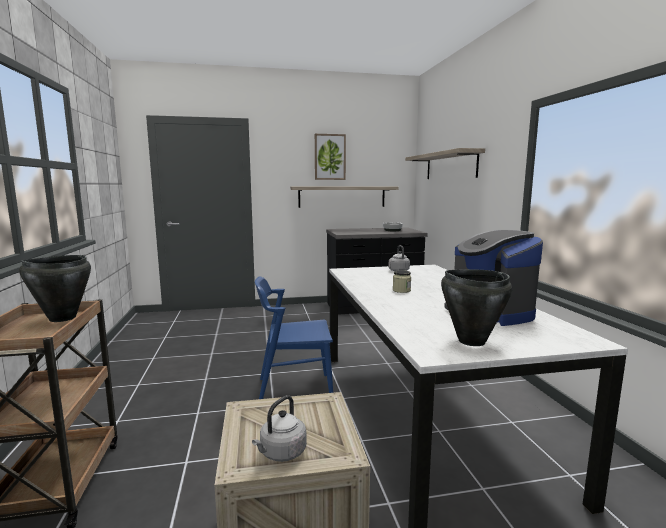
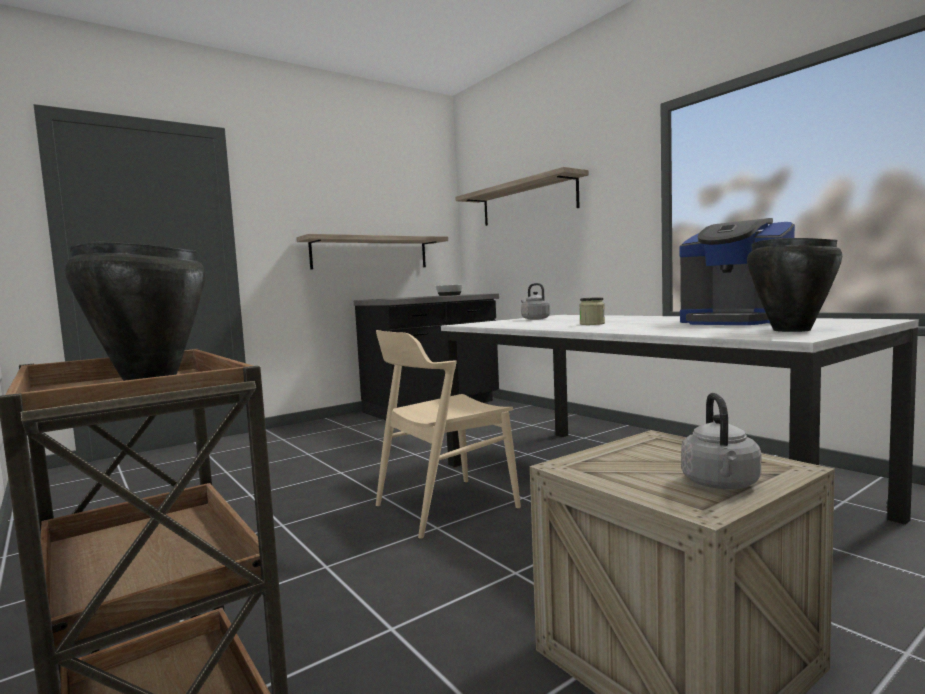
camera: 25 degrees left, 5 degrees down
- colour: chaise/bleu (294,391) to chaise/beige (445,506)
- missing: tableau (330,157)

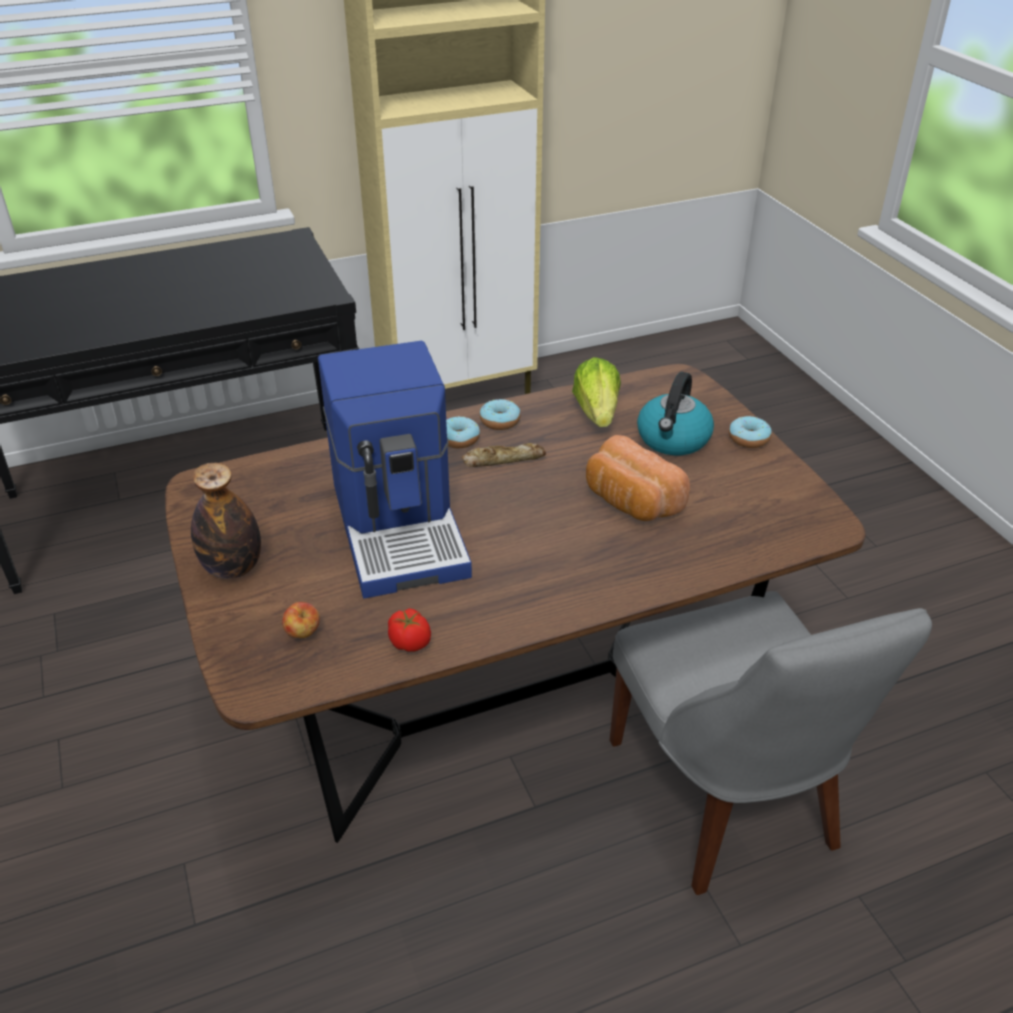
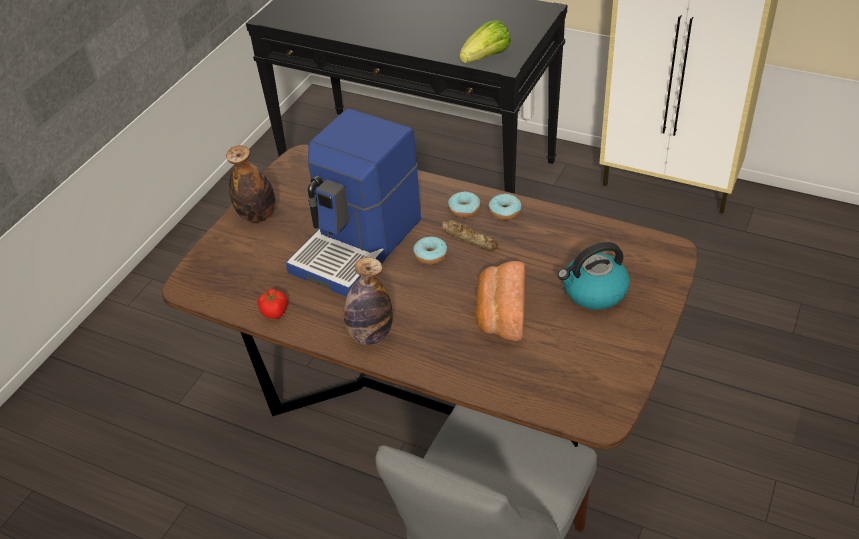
camera: 50 degrees right, 5 degrees up
- appeared: bouteille (370,335)
- relocated: beignet (748,439) to (430,255)
- relocated: laitue (597,412) to (486,57)
- missing: pomme (303,633)

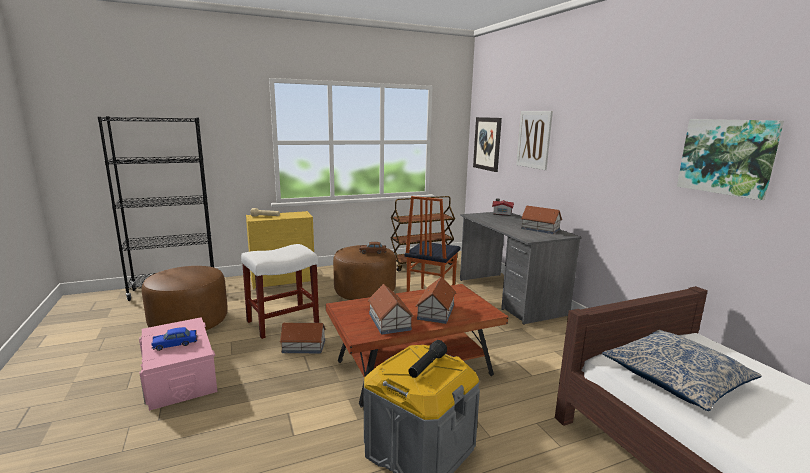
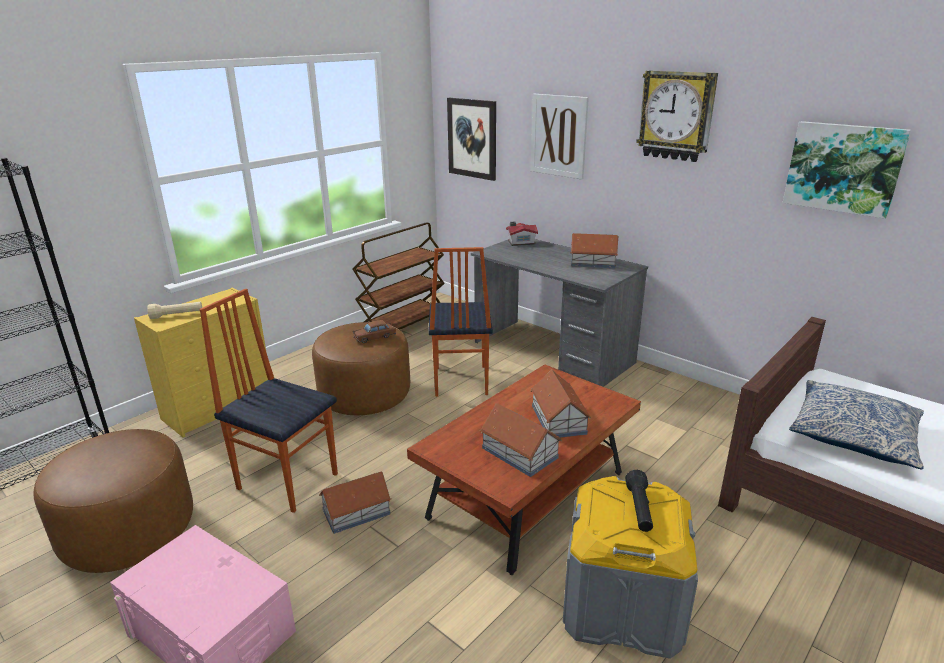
camera: 25 degrees left, 10 degrees up
- exchanged: tabouret/blanc (283,321) to chaise (288,480)
- appeared: horloge murale (676,116)
- missing: petite voiture/bleu (175,344)

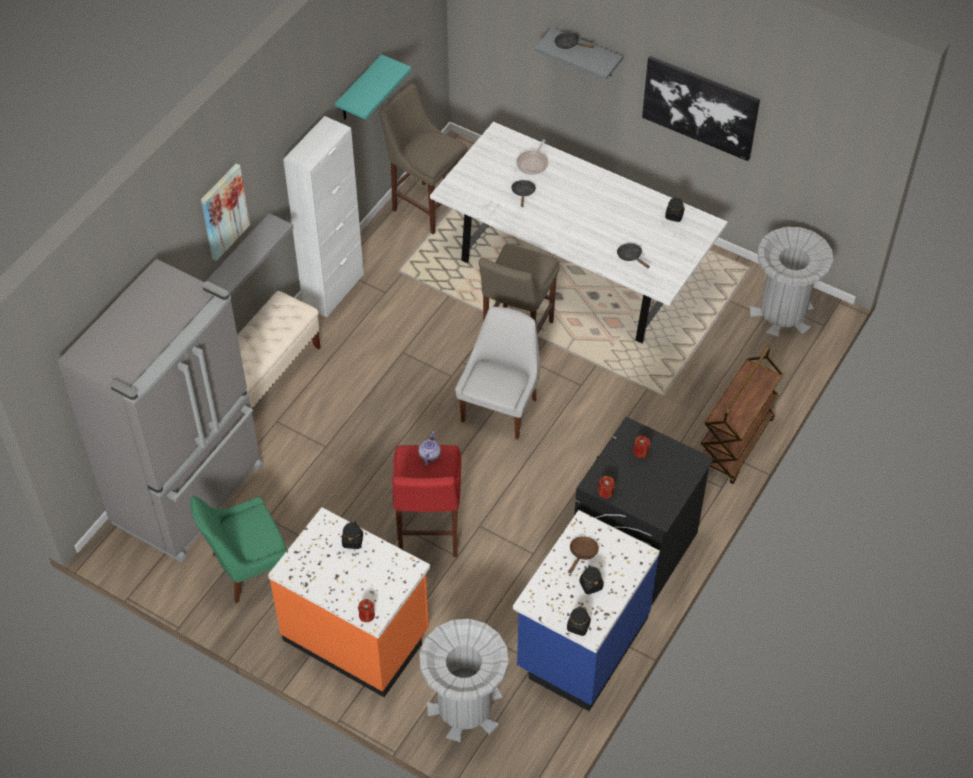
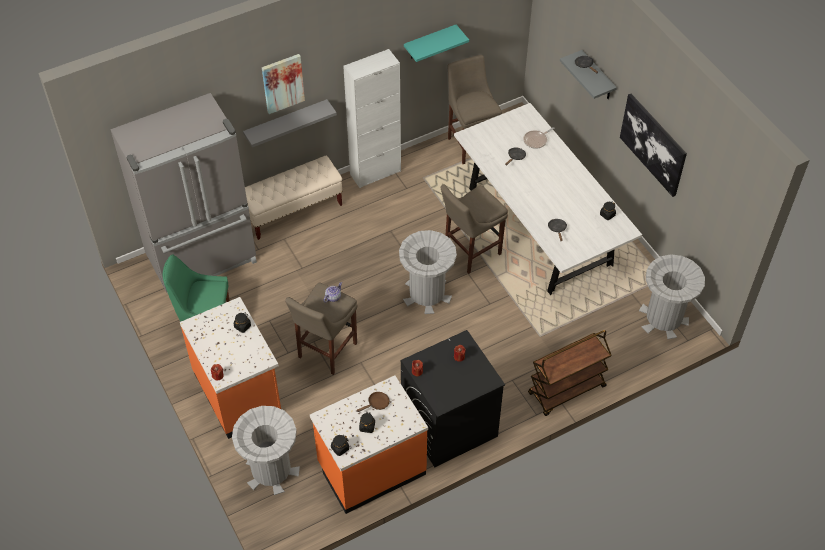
camera: 30 degrees right, 0 degrees up
- colour: tabouret/rouge (428,534) to tabouret/beige (325,352)
- colour: comptoir de cuisine/bleu (581,643) to comptoir de cuisine/orange (371,468)
- exchanged: chaise/blanc (500,408) to poubelle/gris (427,294)

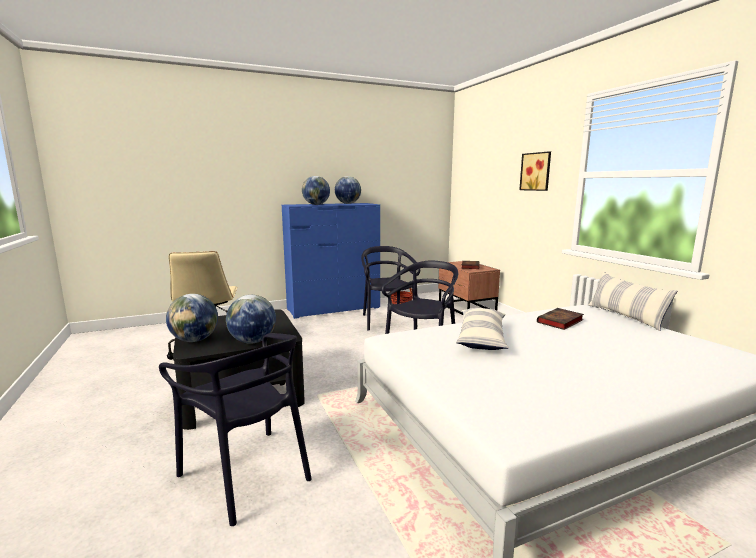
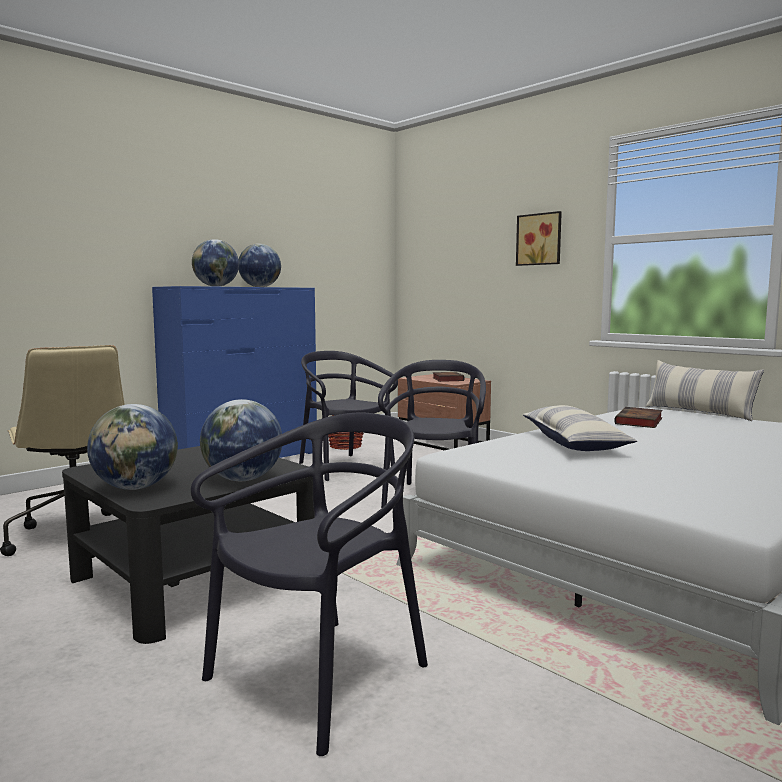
camera: 20 degrees left, 5 degrees down
- spun: chaise/noir (247,474) = (320,678) 75 degrees counterclockwise

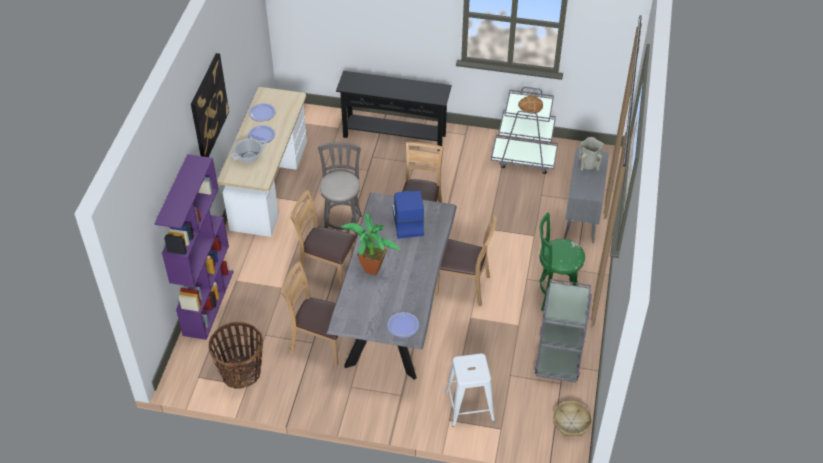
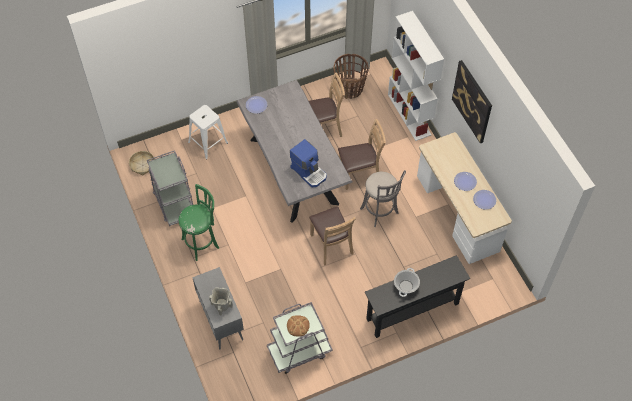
camera: 145 degrees right, 10 degrees up
- colour: bibliothèque/violet (208,302) to bibliothèque/blanc (409,115)
- relocated: marmite (249,157) to (406,286)
- missing: plante en pot (370,267)
- missing: chaise/marron (463,286)

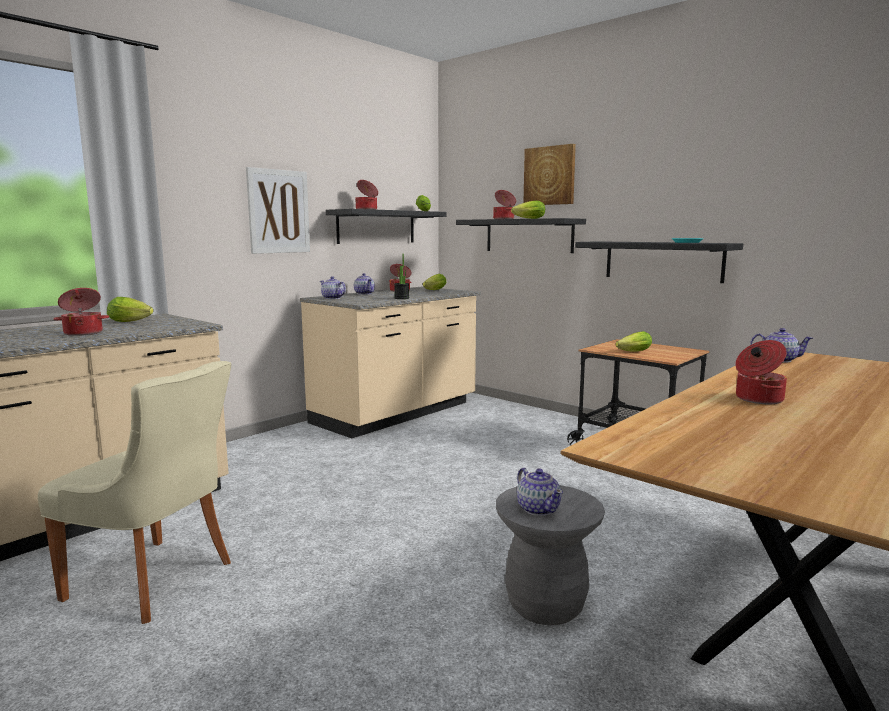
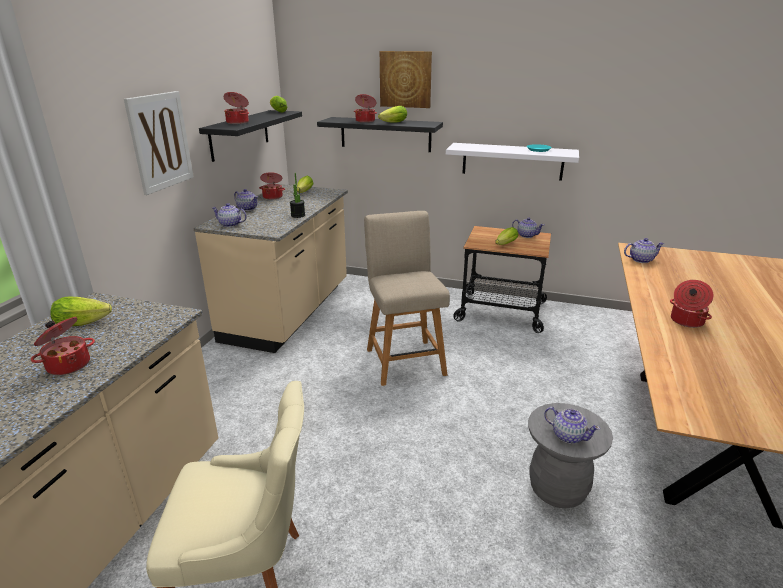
camera: 25 degrees left, 15 degrees up
- appeared: chaise/beige (404,359)
- colour: étagère/noir (663,261) to étagère/blanc (512,161)
- appeared: théière (526,235)

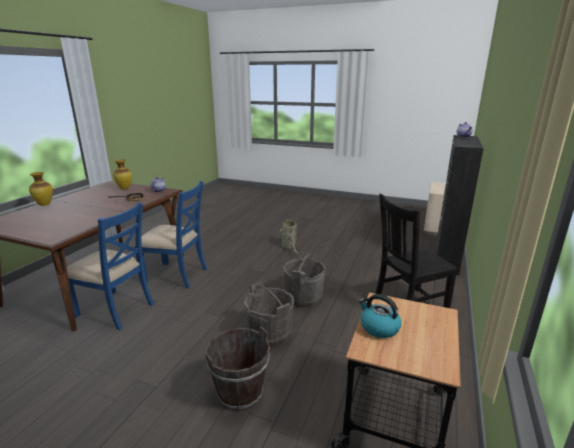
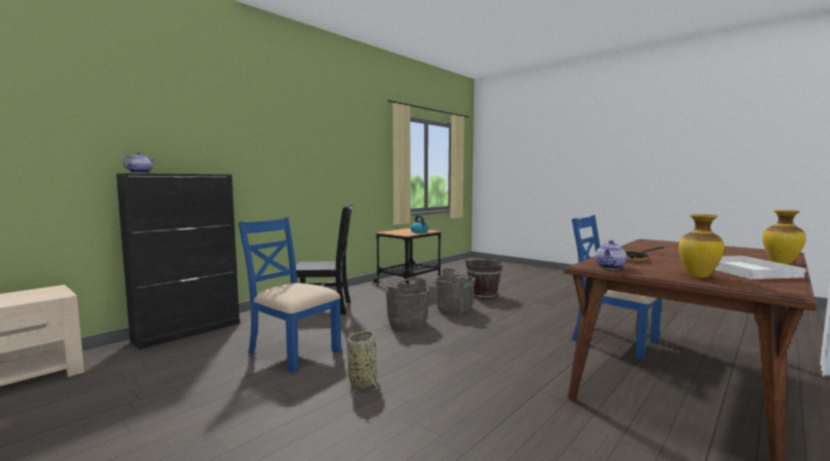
camera: 160 degrees left, 15 degrees down
- relocated: chaise/bleu (176,275) to (293,351)
- appeared: plateau/blanc (744,271)

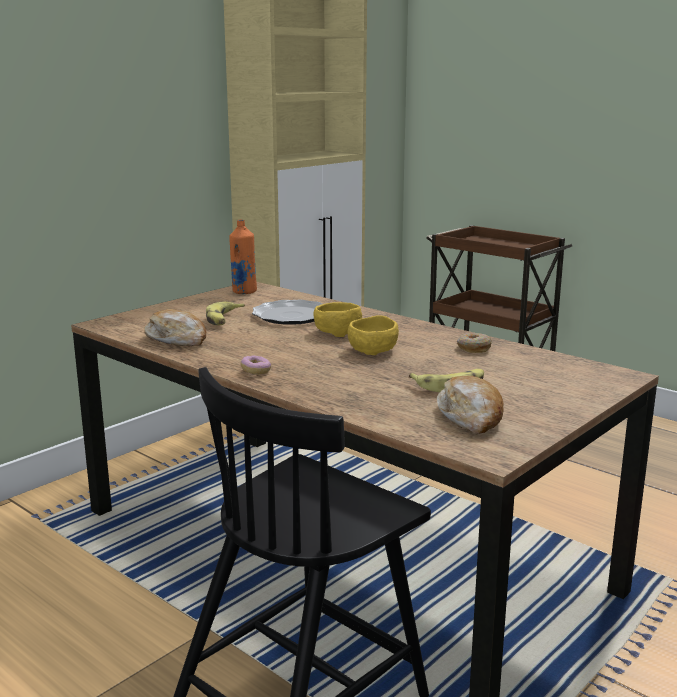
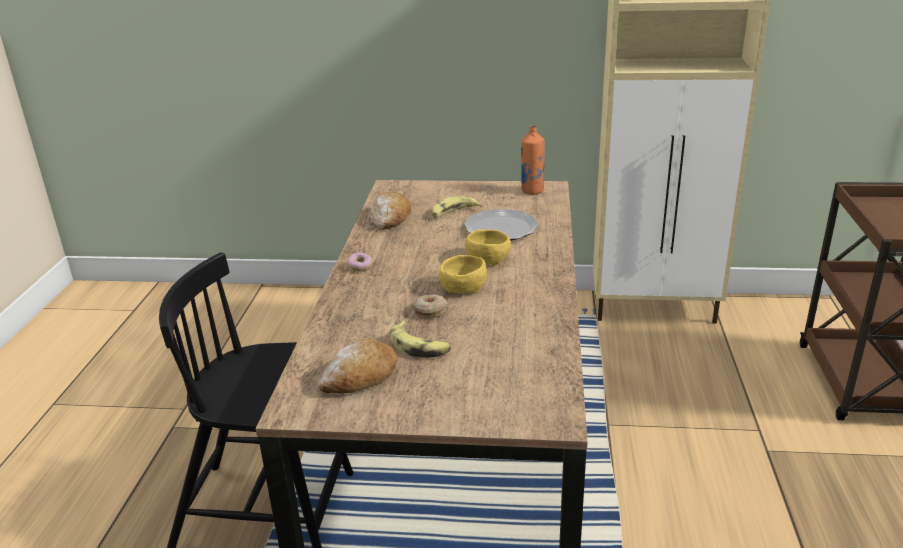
camera: 55 degrees right, 10 degrees up
- relocated: beignet (473,348) to (430,311)

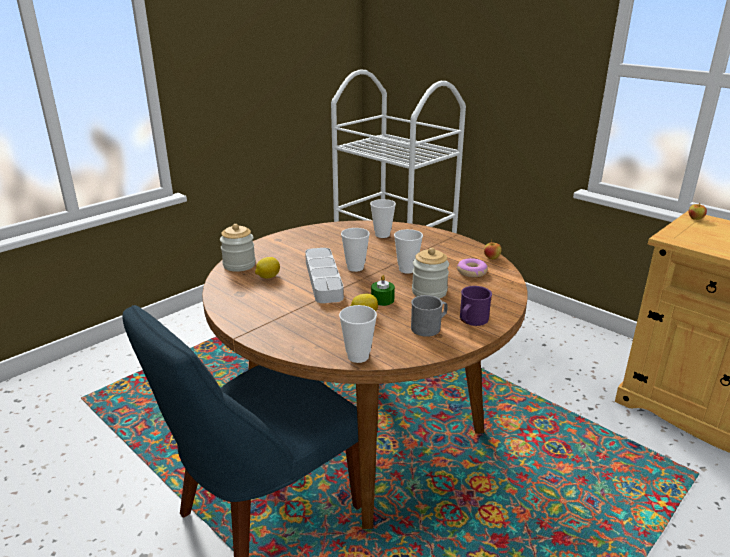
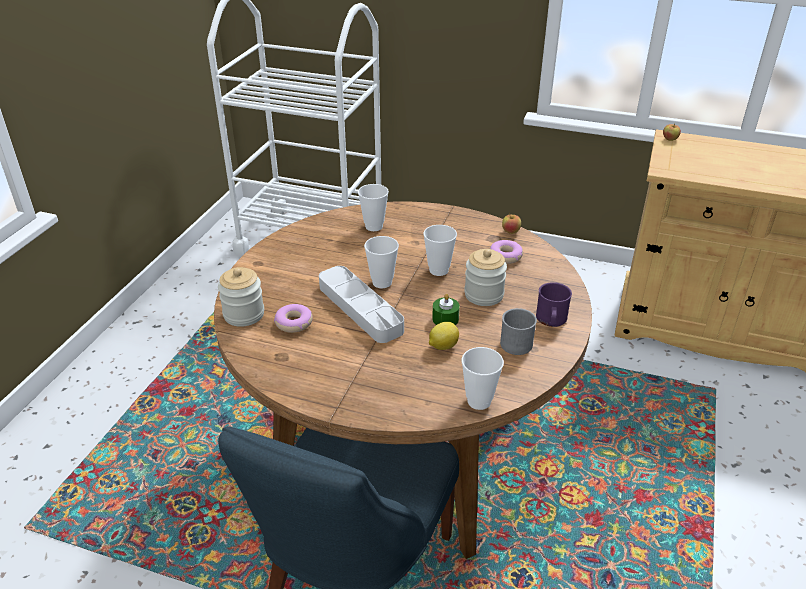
camera: 25 degrees left, 10 degrees up
- exchanged: citron (268,277) to beignet (294,323)

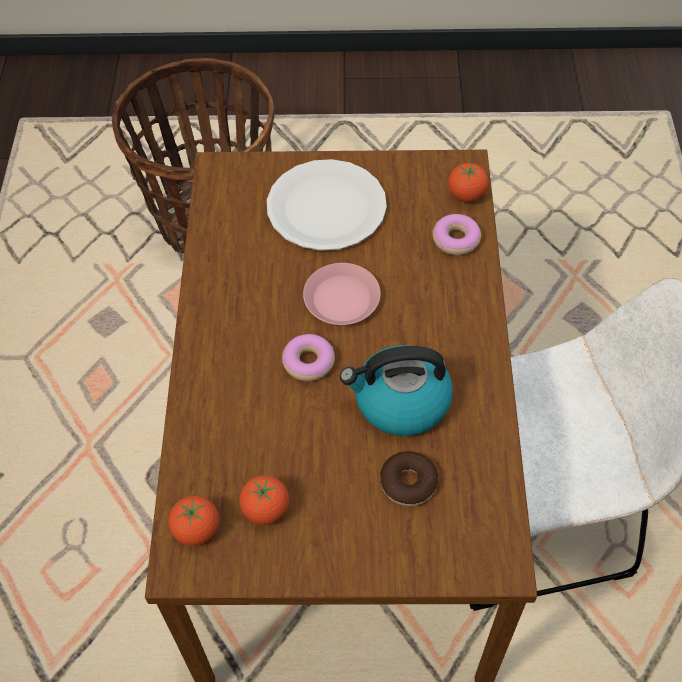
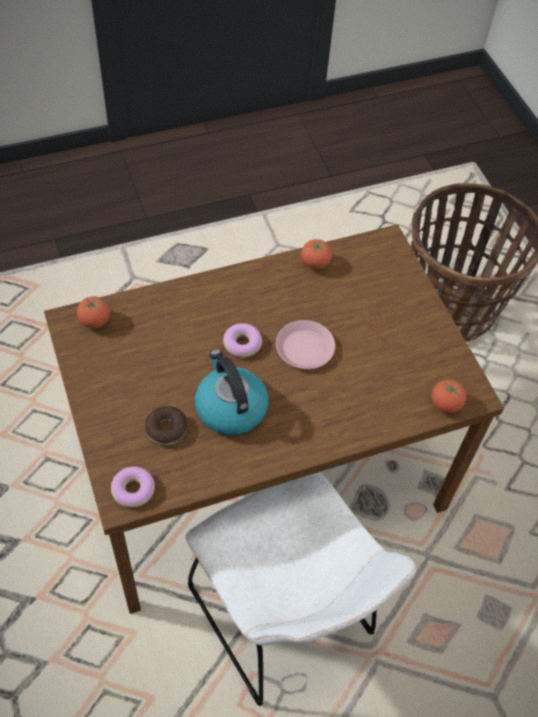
camera: 65 degrees right, 0 degrees up
- relocated: beignet (455,239) to (133,489)
- relocated: tomate (266,509) to (315,263)
- missing: assiette/blanc (326,208)

